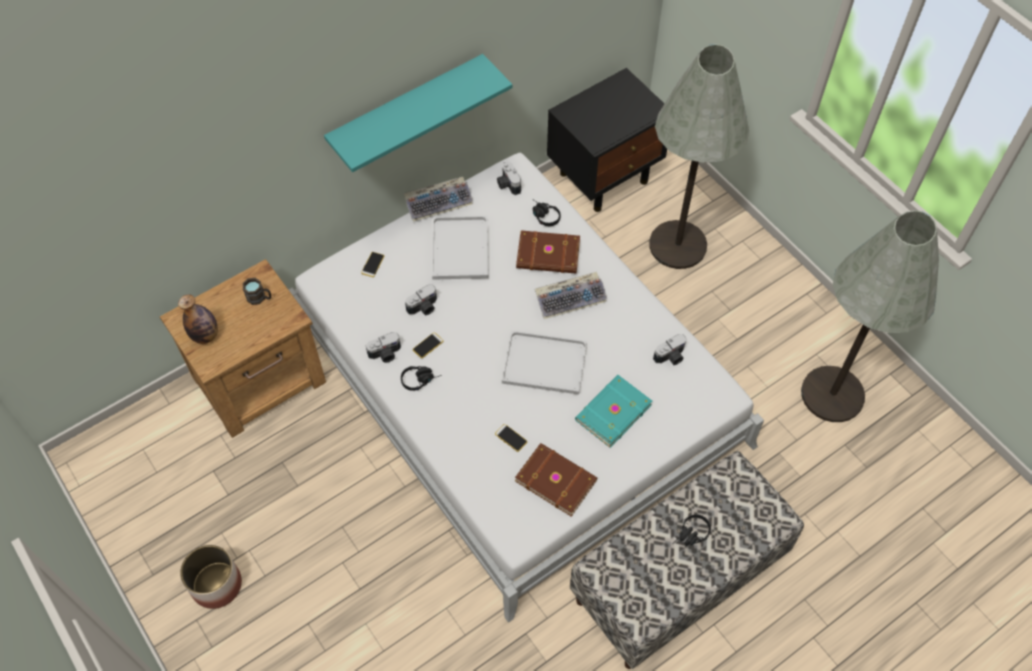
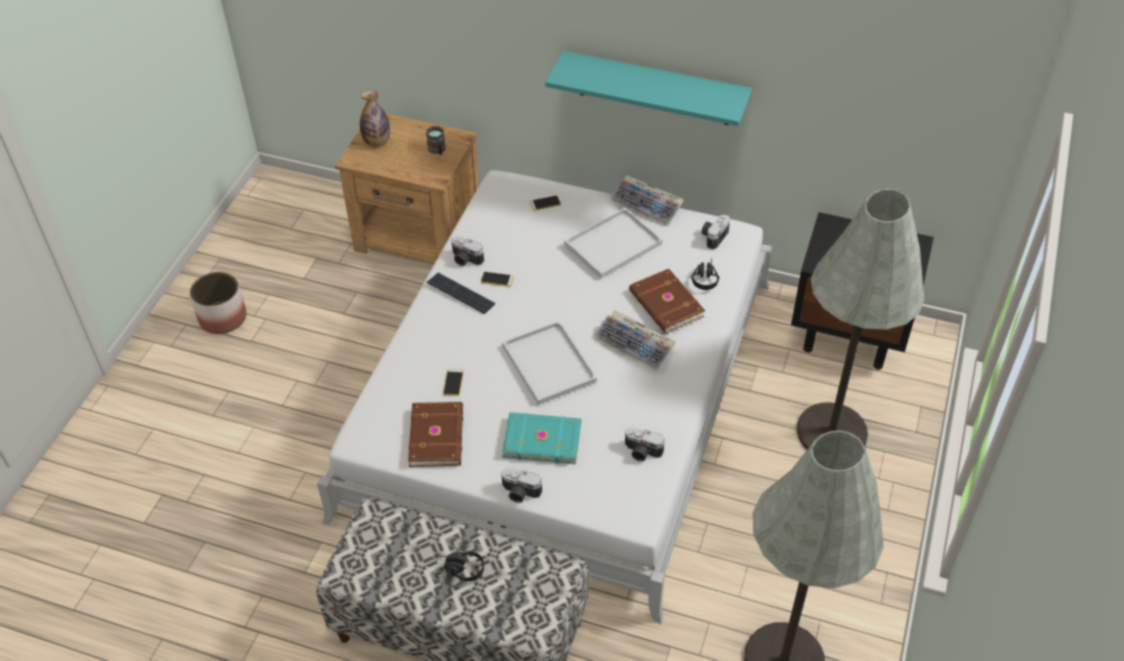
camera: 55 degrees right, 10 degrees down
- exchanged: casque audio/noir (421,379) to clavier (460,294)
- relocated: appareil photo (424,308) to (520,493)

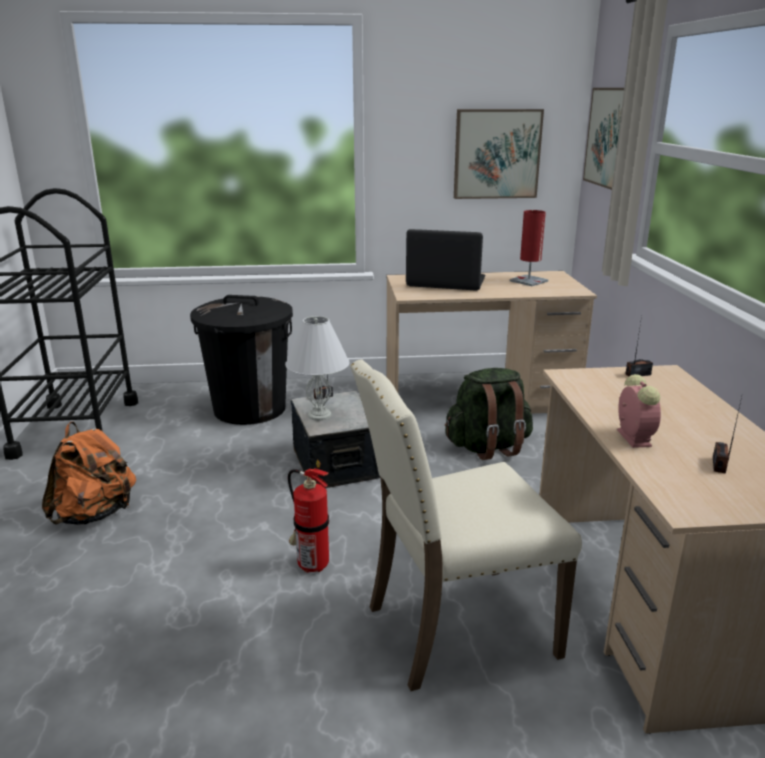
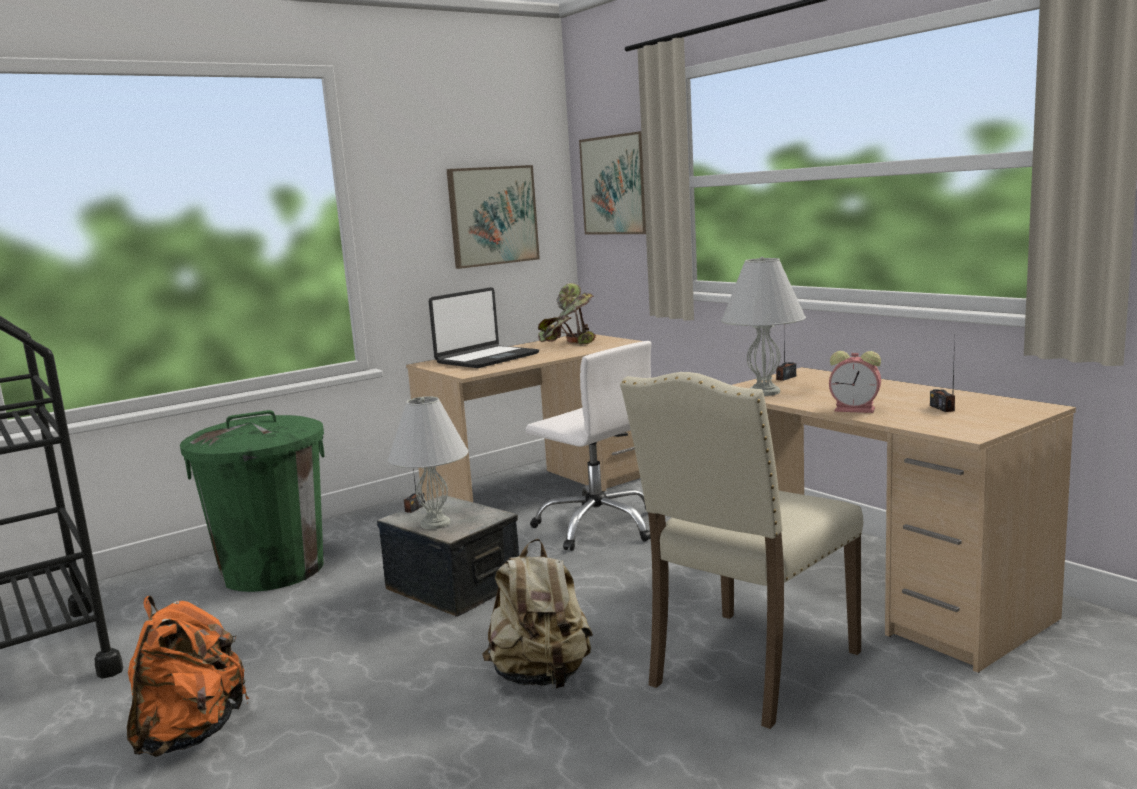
camera: 30 degrees left, 10 degrees down
- colour: poubelle/noir (250,409) to poubelle/vert (274,570)
- spun: ordinateur portable (446,282) = (486,358) 150 degrees clockwise
- exchanged: extincteur (310,565) to sac à dos/beige (541,677)
- exchanged: sac à dos/vert (488,447) to chaise de bureau/blanc (598,526)
- exchanged: lampe de table/rouge (528,281) to plante en pot (567,344)
- appeared: lampe de table/blanc (764,392)
- spun: réveil (632,437) = (856,409) 150 degrees clockwise

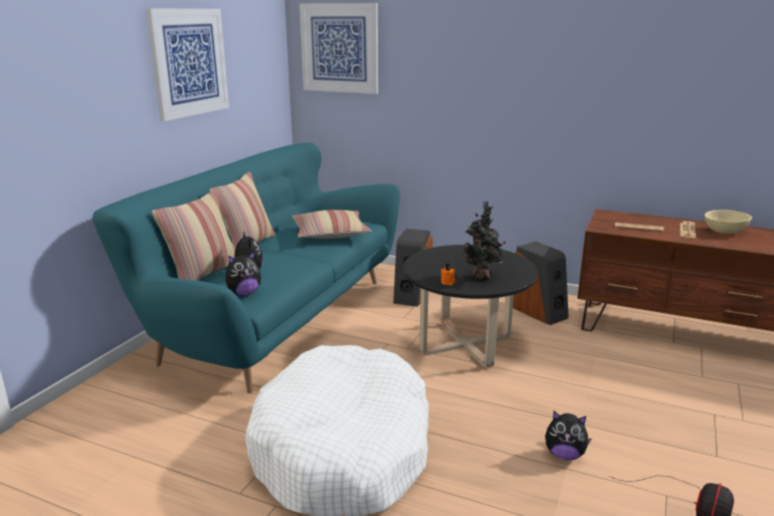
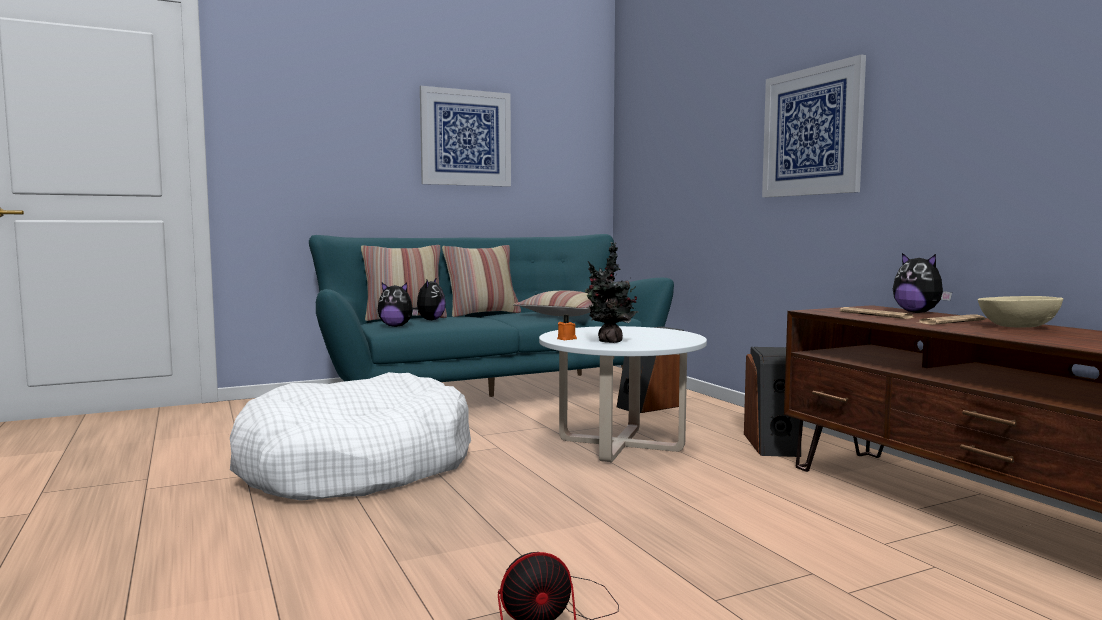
camera: 40 degrees right, 15 degrees down
- colour: table basse/noir (465,345) to table basse/blanc (620,444)
- relocated: tableau (339,48) to (812,132)
- relocated: peluche (564,455) to (918,312)

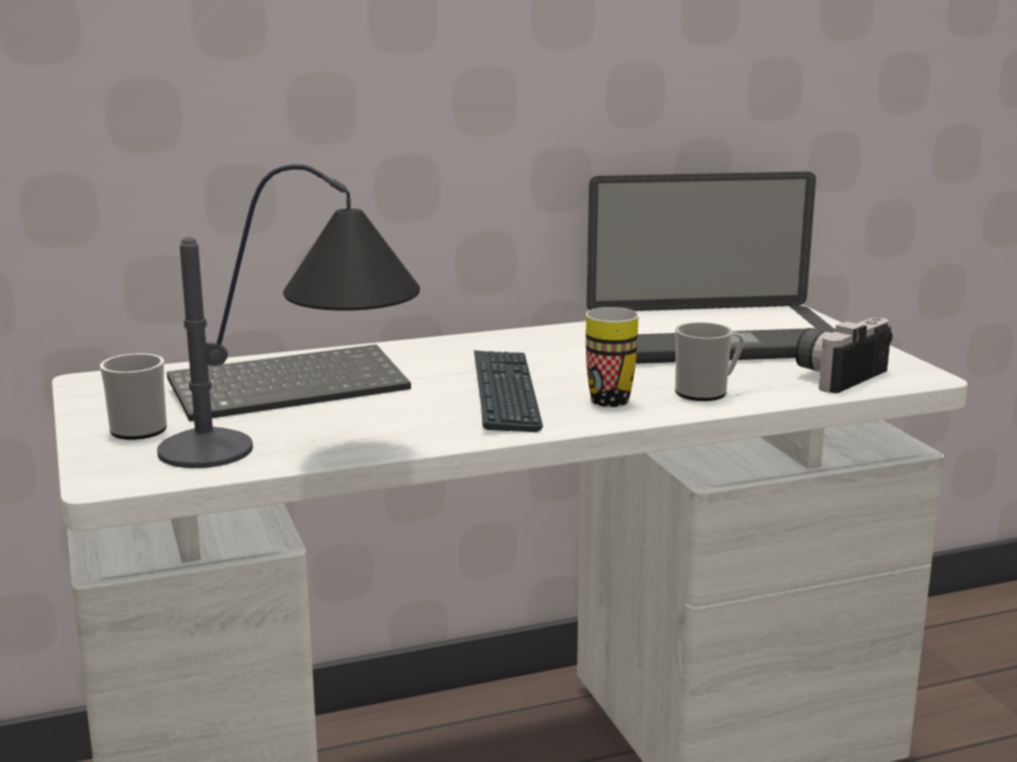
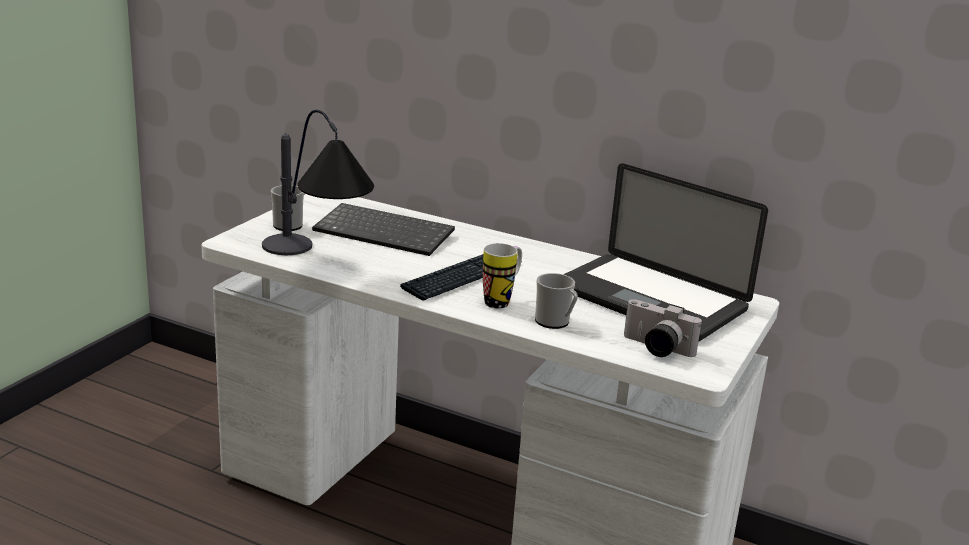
camera: 45 degrees right, 5 degrees up
- spun: appareil photo (837,375) = (655,349) 150 degrees counterclockwise

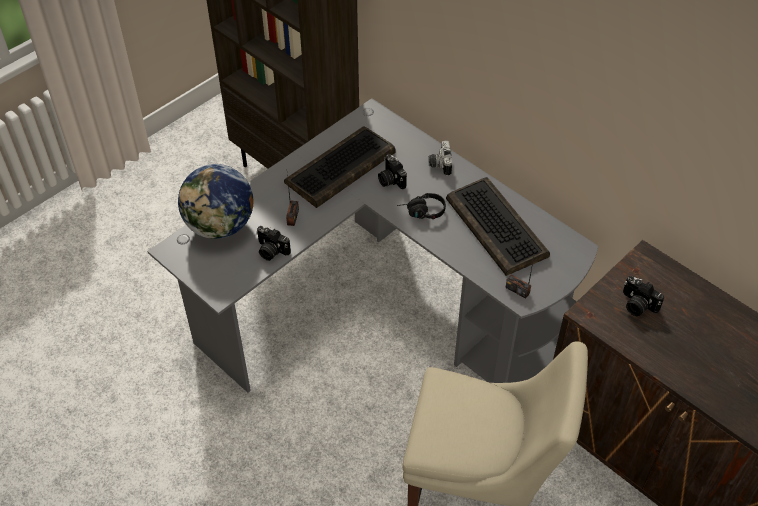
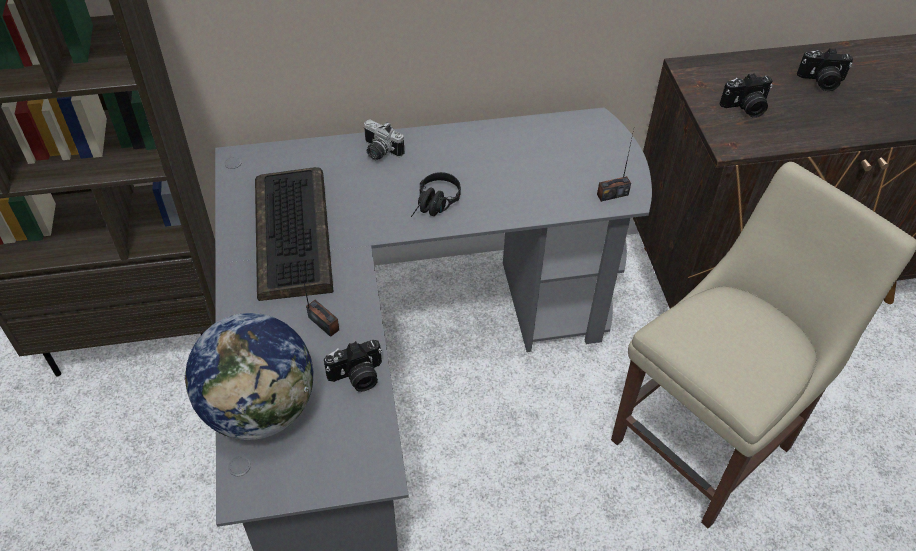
camera: 55 degrees left, 0 degrees up
- relocated: appareil photo (390,180) to (821,81)
- missing: clavier (498,228)

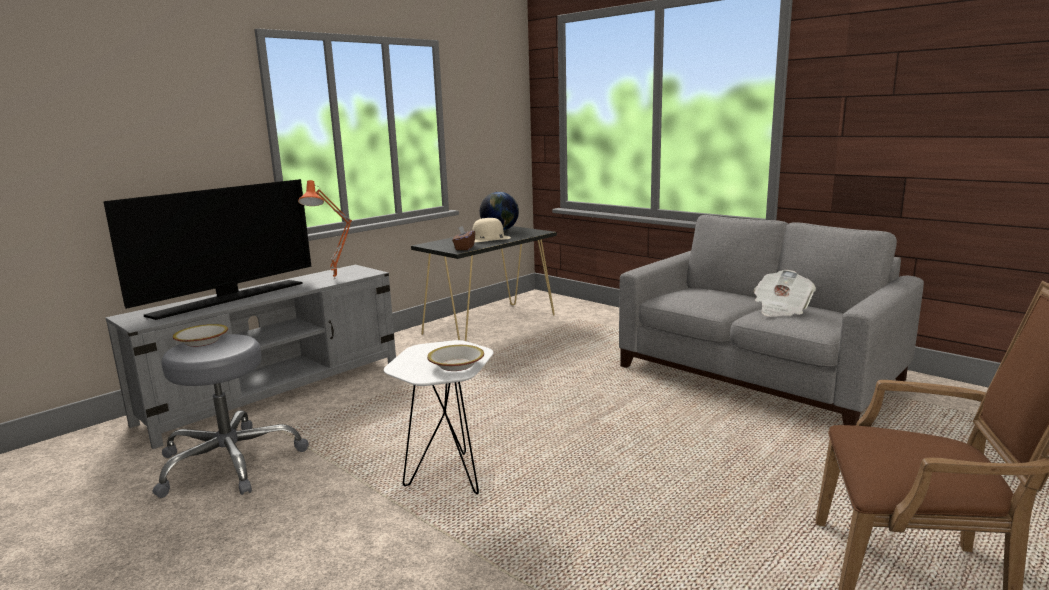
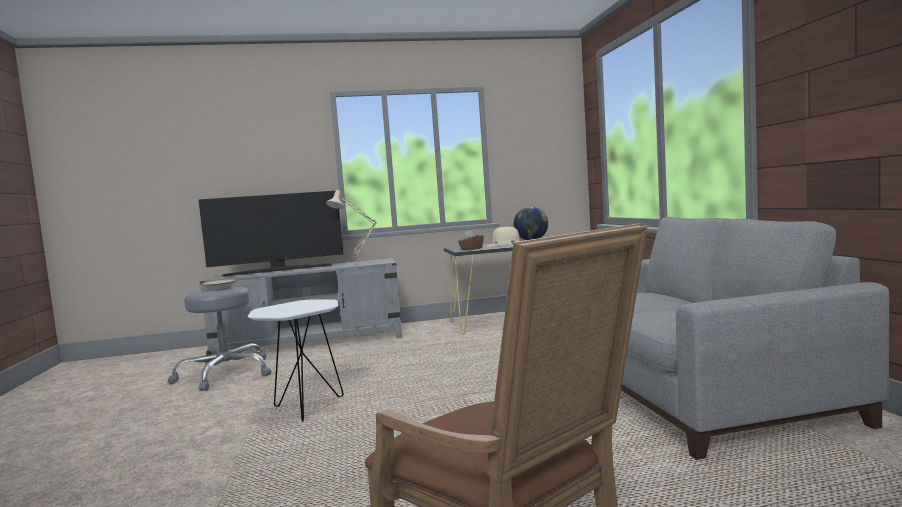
camera: 35 degrees right, 10 degrees down
- colour: lampe de table/orange (336,279) to lampe de table/beige (357,264)
- missing: bol (456,365)
- missing: journal (781,309)

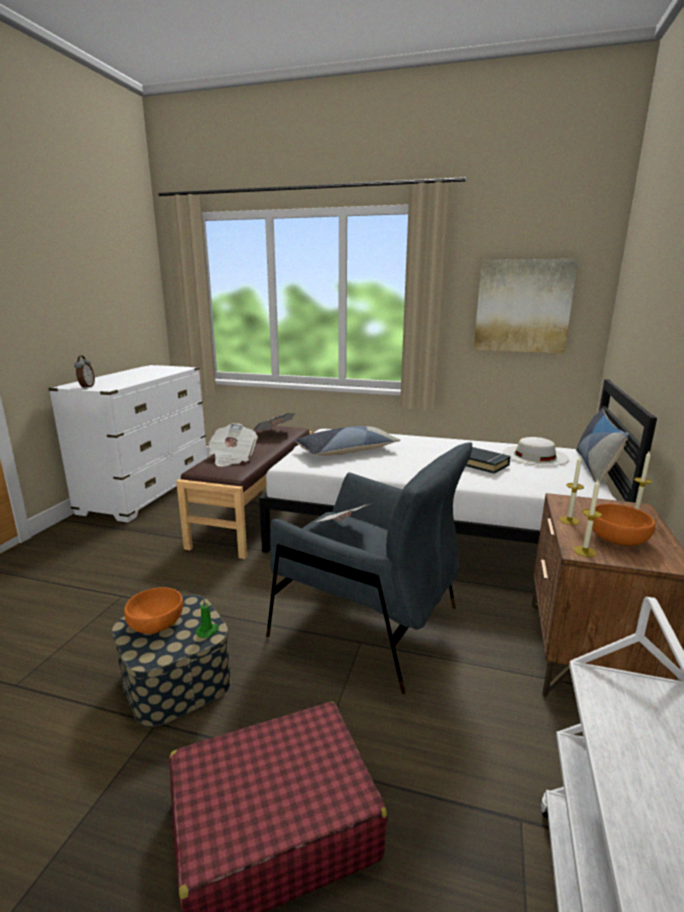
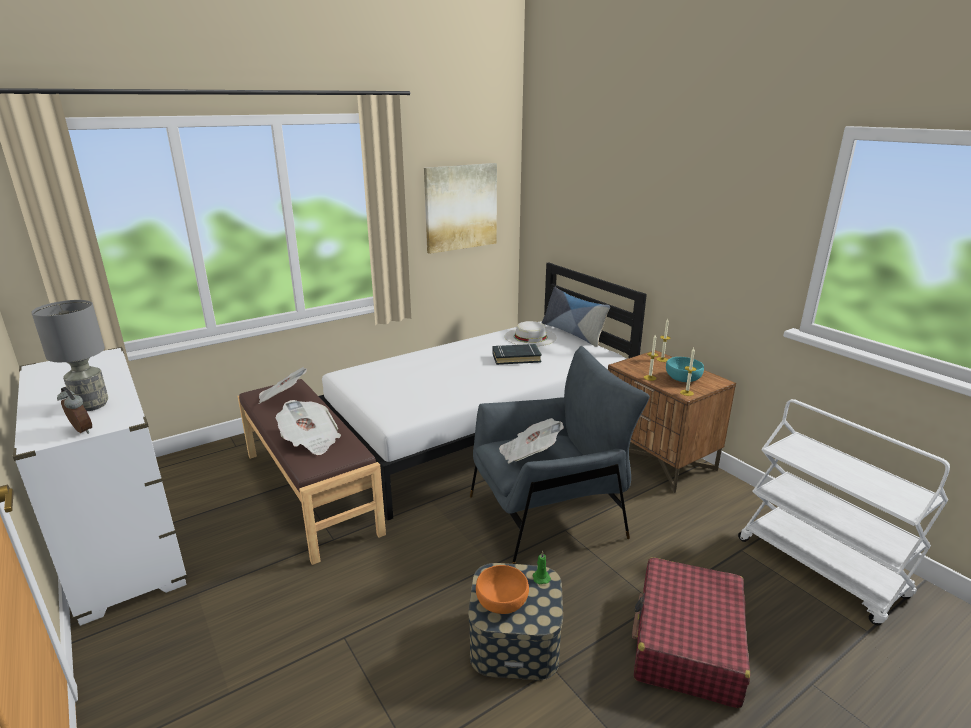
camera: 50 degrees left, 5 degrees up
- appeared: lampe de table/gris (92,405)
- colour: bol/orange (616,539) to bol/turquoise (682,379)
- missing: coussin (346,451)

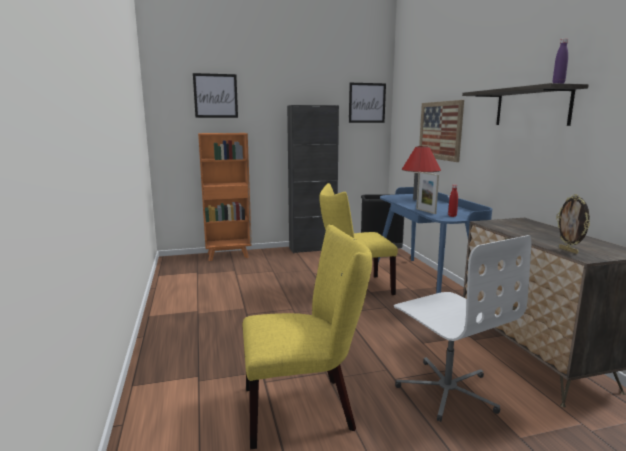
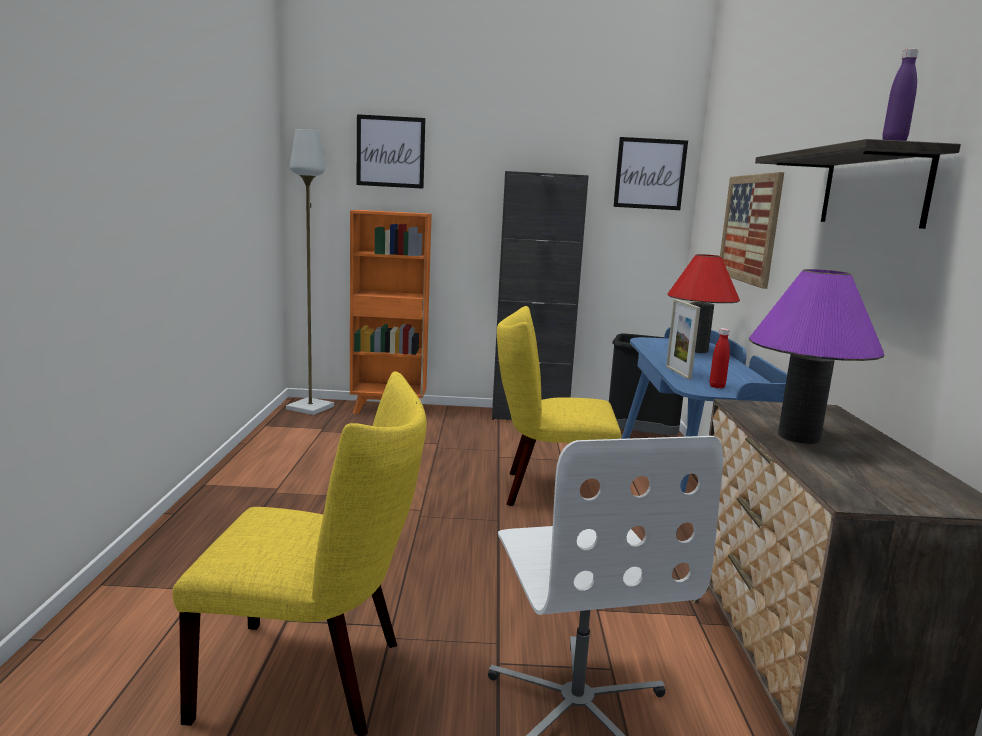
camera: 15 degrees right, 0 degrees up
- appeared: lampadaire/gris (310,407)
- appeared: lampe de table/violet (799,437)
- missing: cadre photo (568,251)

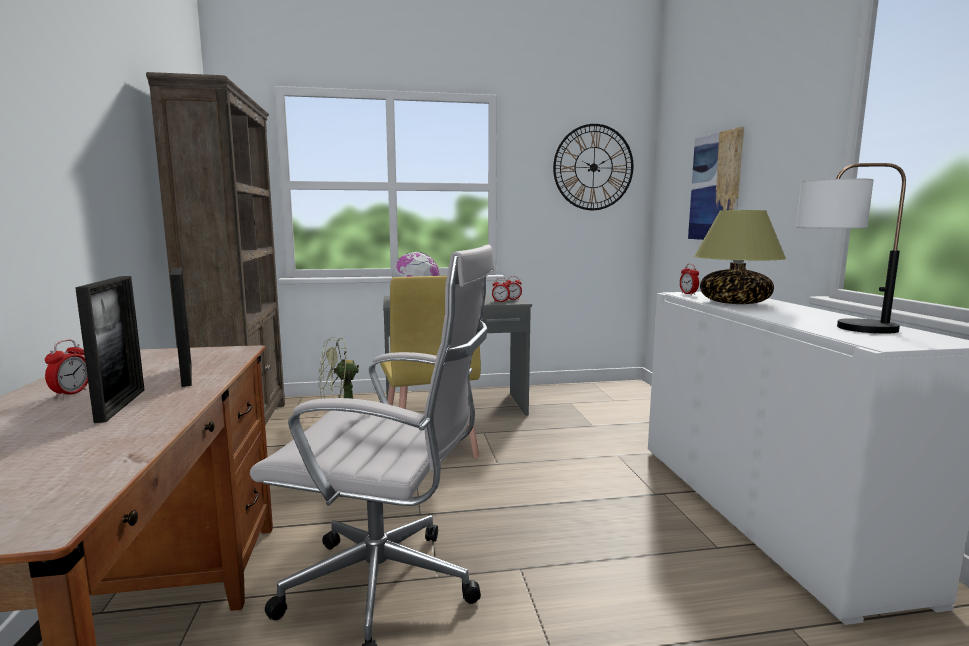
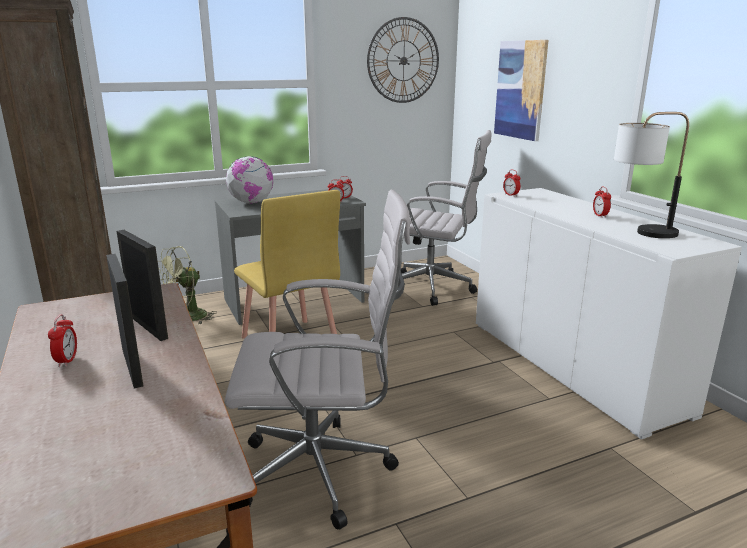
camera: 15 degrees left, 10 degrees up
- appeared: chaise de bureau/blanc (434,288)
- appeared: réveil (600,216)
- missing: lampe de table (735,302)

